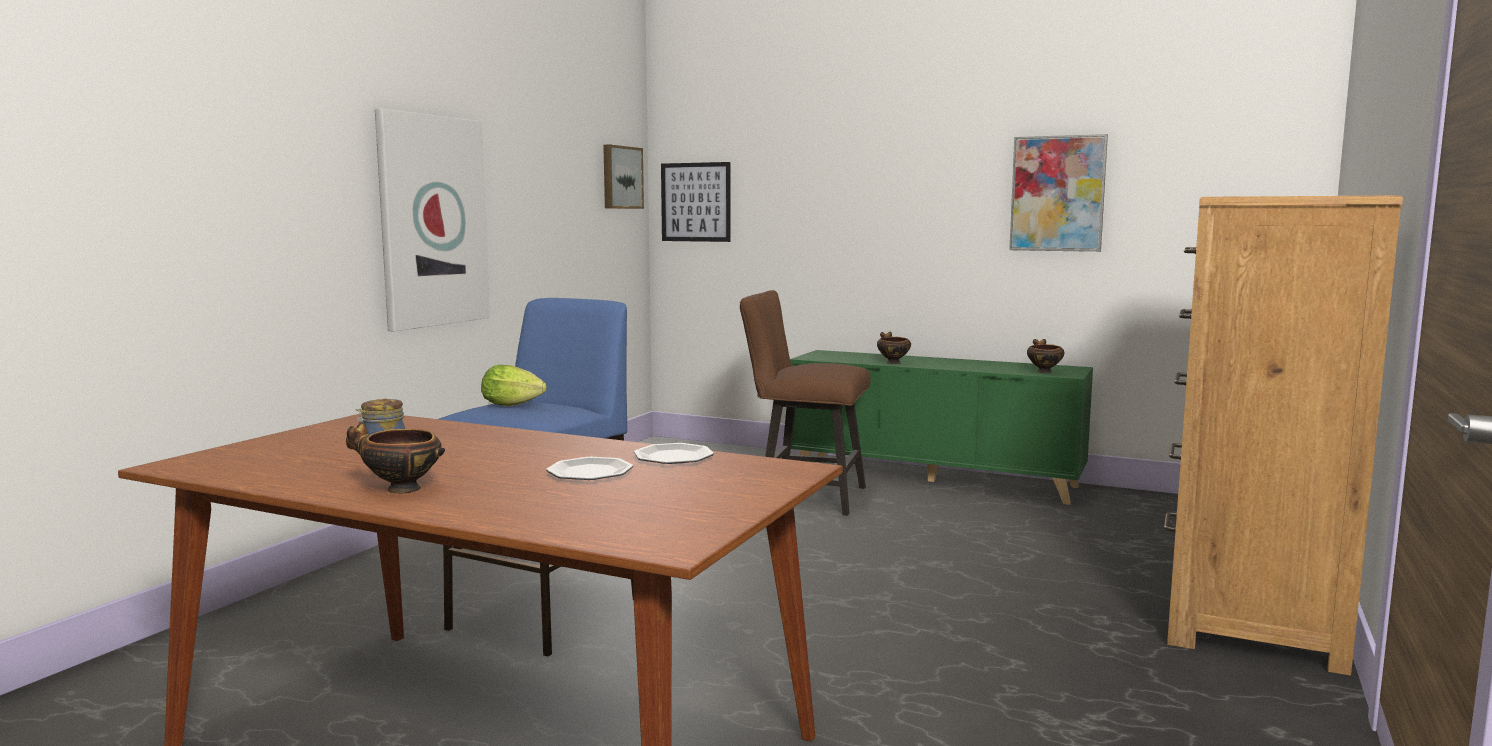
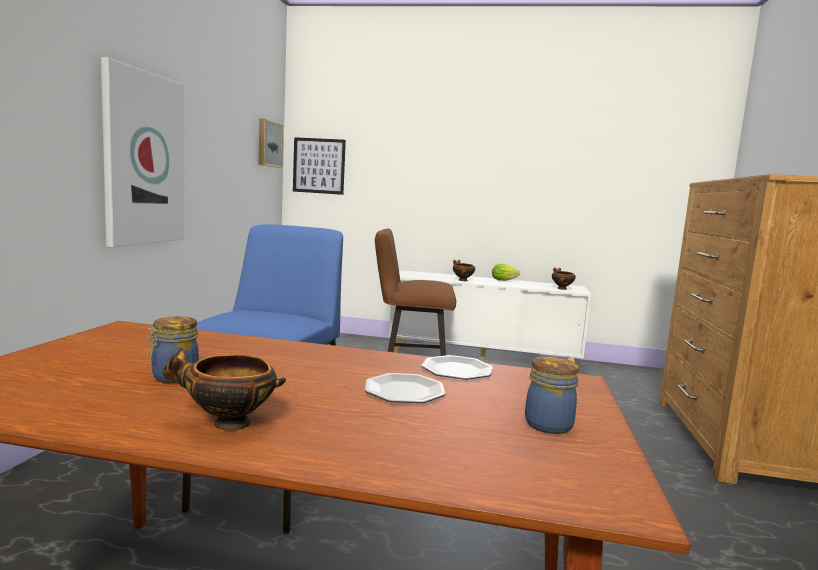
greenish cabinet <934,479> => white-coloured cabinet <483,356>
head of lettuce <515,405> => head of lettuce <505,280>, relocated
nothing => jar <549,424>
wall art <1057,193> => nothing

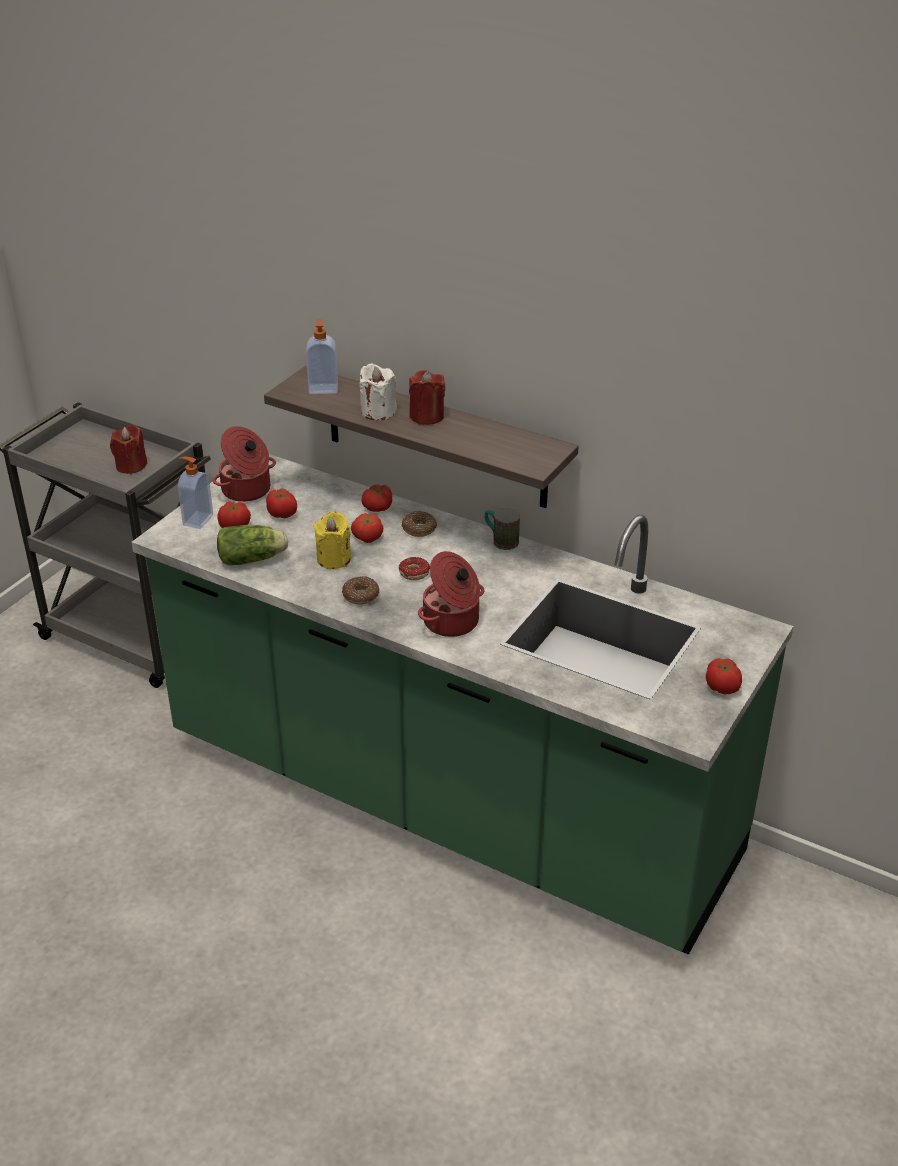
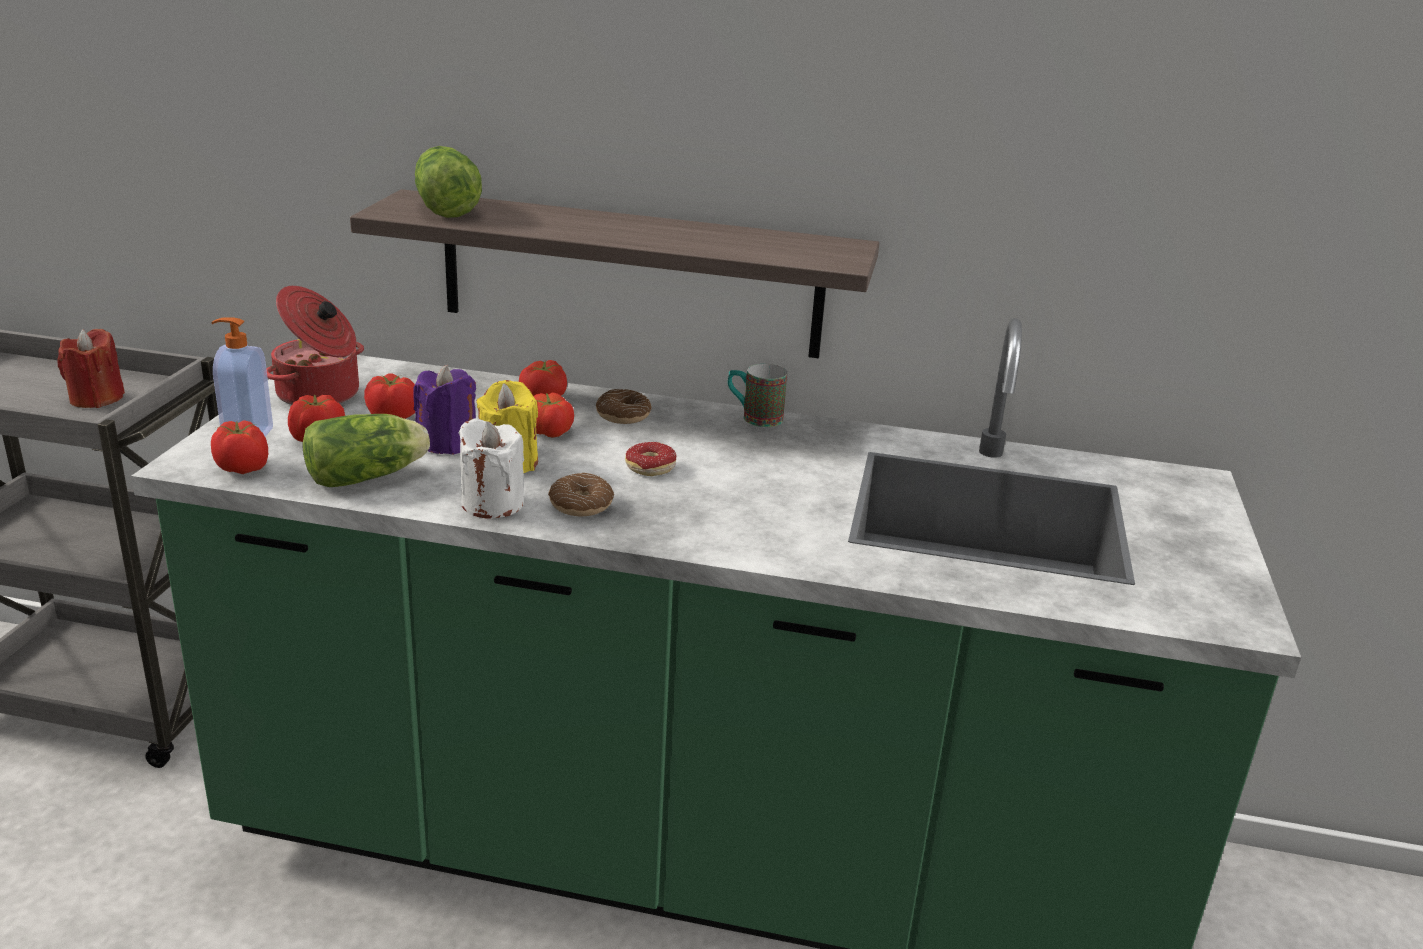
whole tomato <722,687> => whole tomato <243,468>, relocated
nothing => purple-coloured candle <447,443>
soap bottle <323,388> => head of lettuce <446,207>
white-coloured candle <378,412> => white-coloured candle <492,503>, relocated
red candle <426,416> => nothing
saucepot <452,622> => nothing

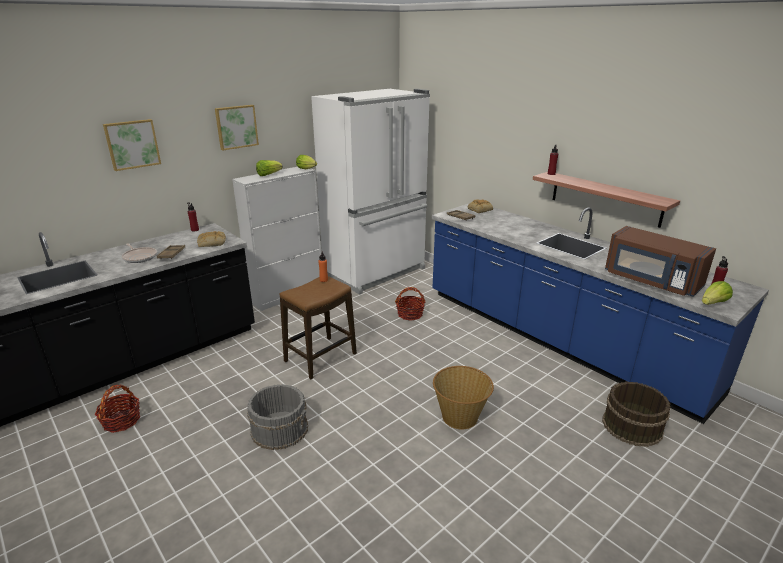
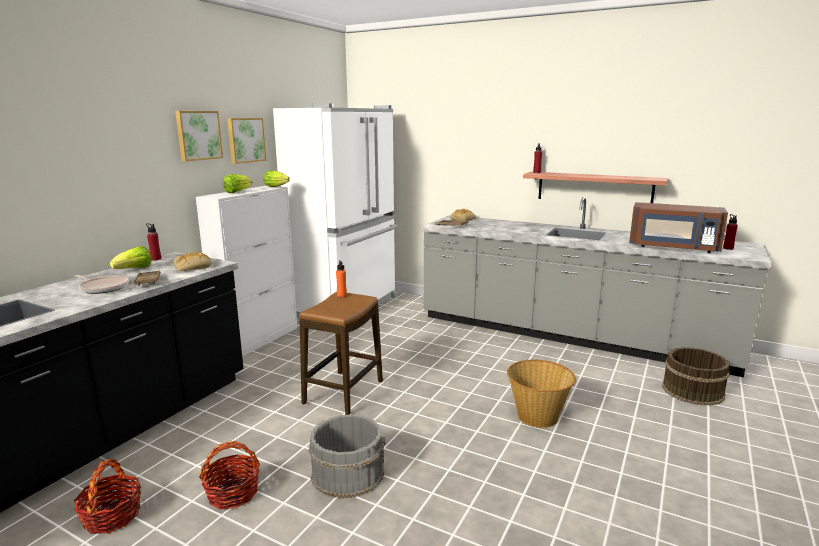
head of lettuce <713,303> => head of lettuce <134,269>, relocated
household basket <410,314> => household basket <233,493>, relocated
wall art <132,144> => wall art <245,140>, relocated
blue counter <556,339> => grey counter <569,335>

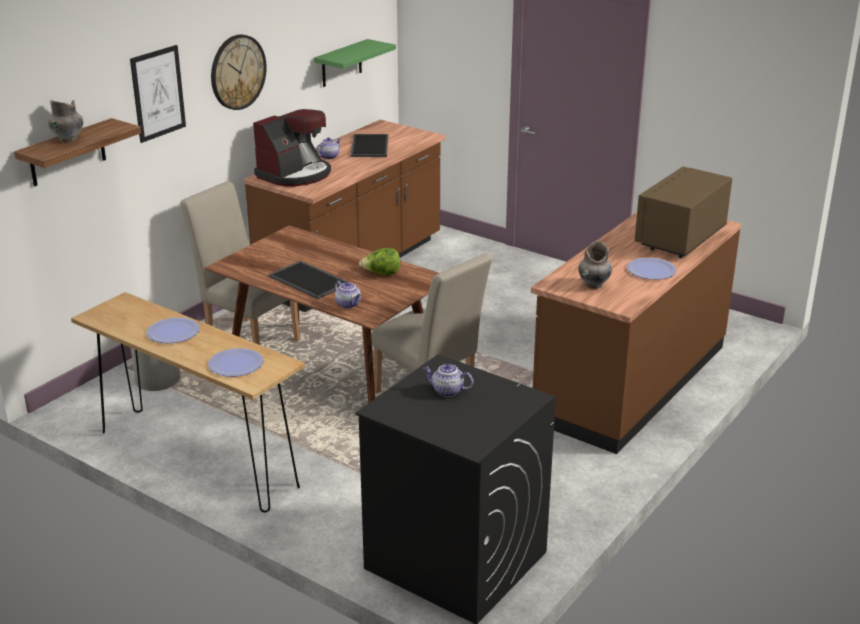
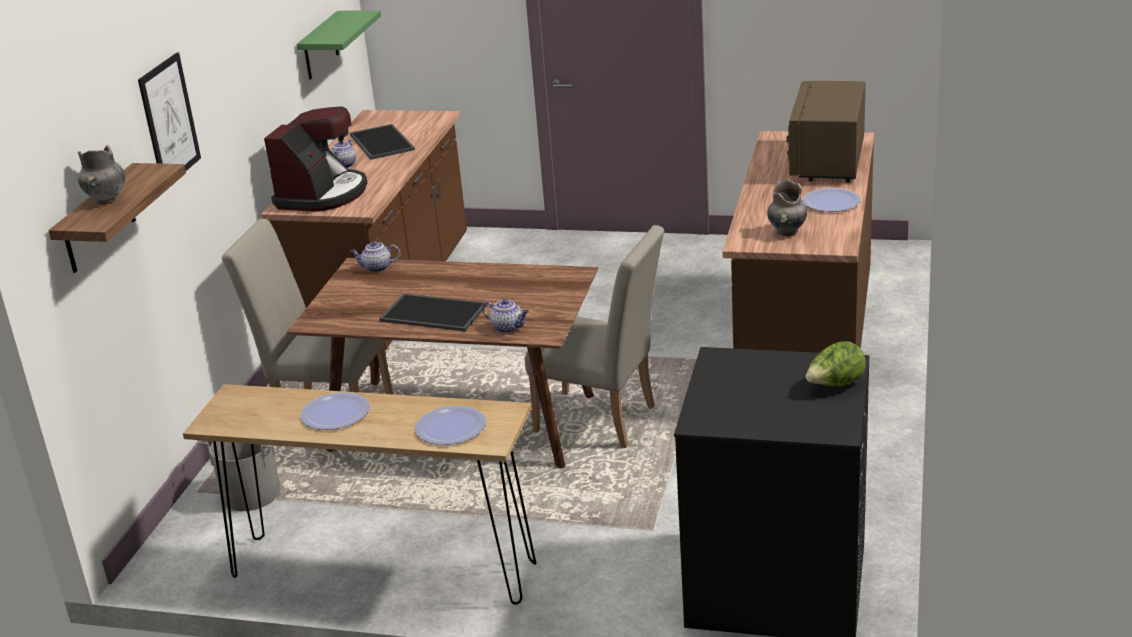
pot for tea <447,391> => pot for tea <377,268>, relocated
head of lettuce <381,274> => head of lettuce <835,385>, relocated
wall clock <237,72> => nothing

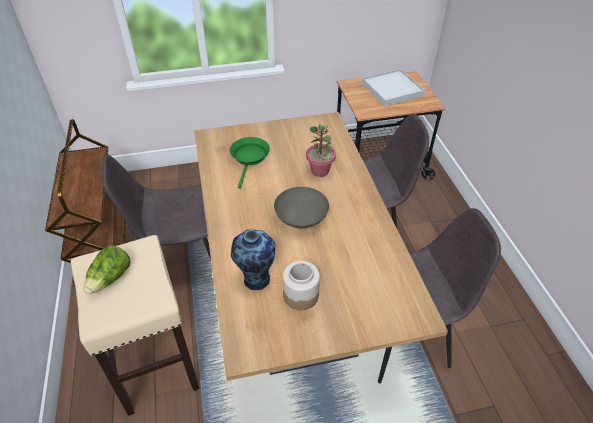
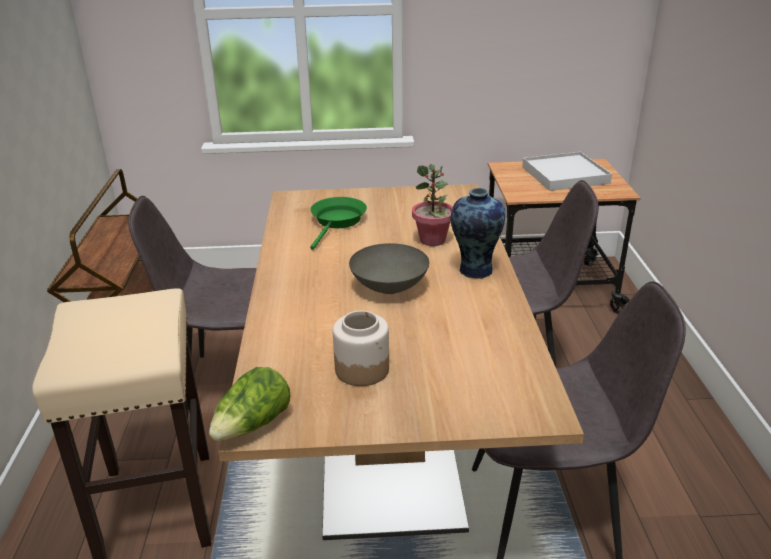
head of lettuce <111,278> => head of lettuce <253,425>, relocated
flower vase <255,280> => flower vase <474,270>, relocated

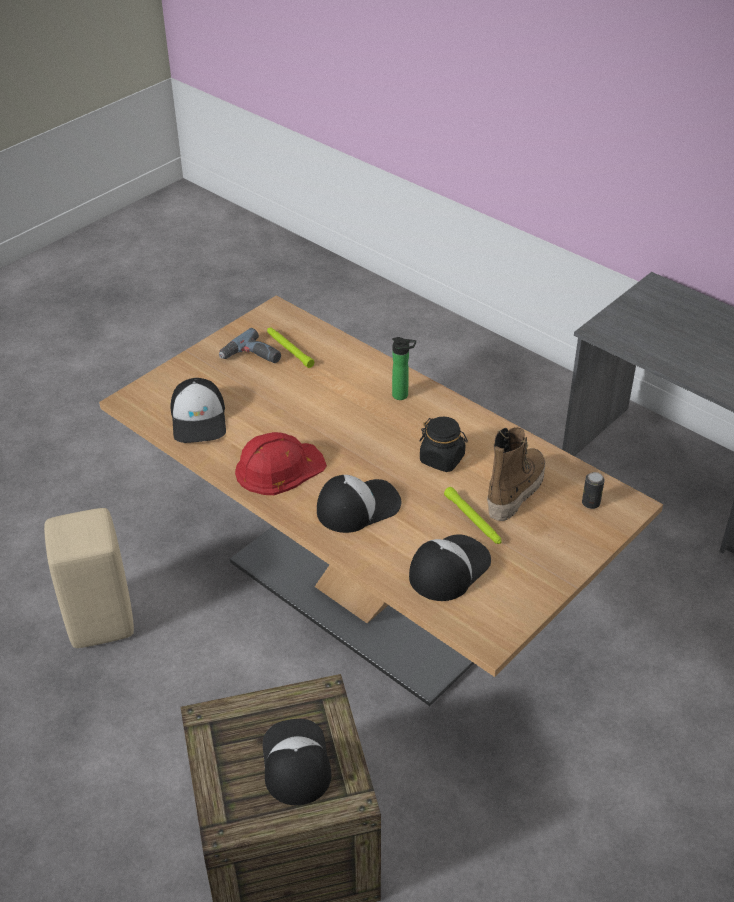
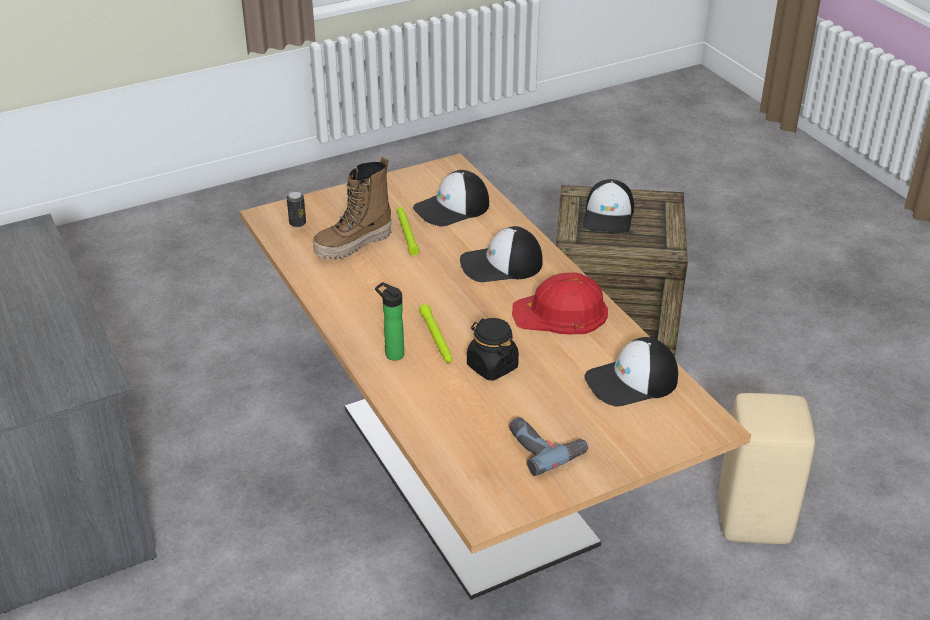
greenish torch <289,349> => greenish torch <436,339>, relocated
black-coloured jar <442,459> => black-coloured jar <492,366>, relocated
cap <199,419> => cap <631,382>, 120 degrees counterclockwise

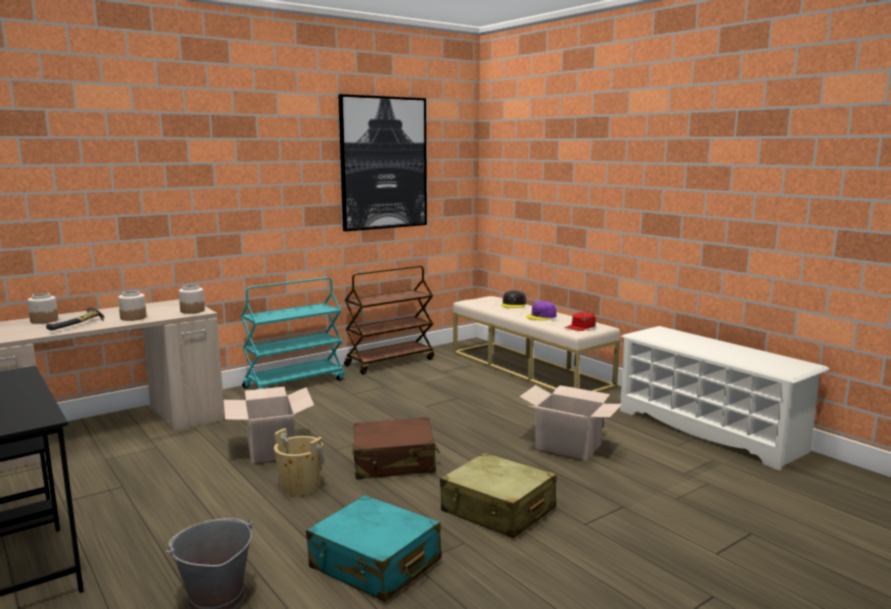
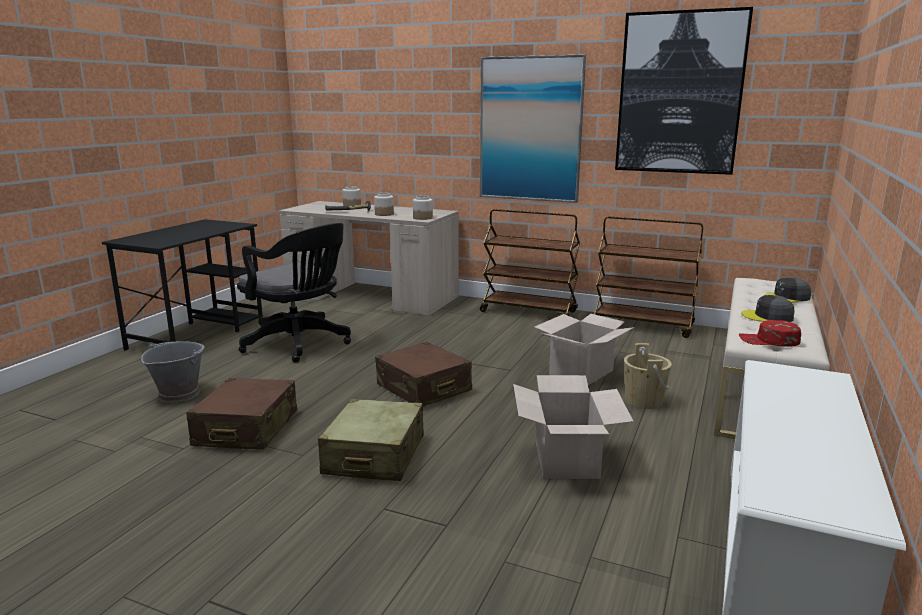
turquoise piece of luggage <375,564> => brown piece of luggage <246,429>
nothing => black-coloured desk chair <300,344>
nothing => wall art <530,129>
turquoise trolley <295,383> => brown trolley <529,312>
cardboard box <271,449> => cardboard box <581,373>, relocated
beige bucket <300,487> => beige bucket <643,401>, relocated
purple-coloured cap <541,316> => grey cap <768,316>

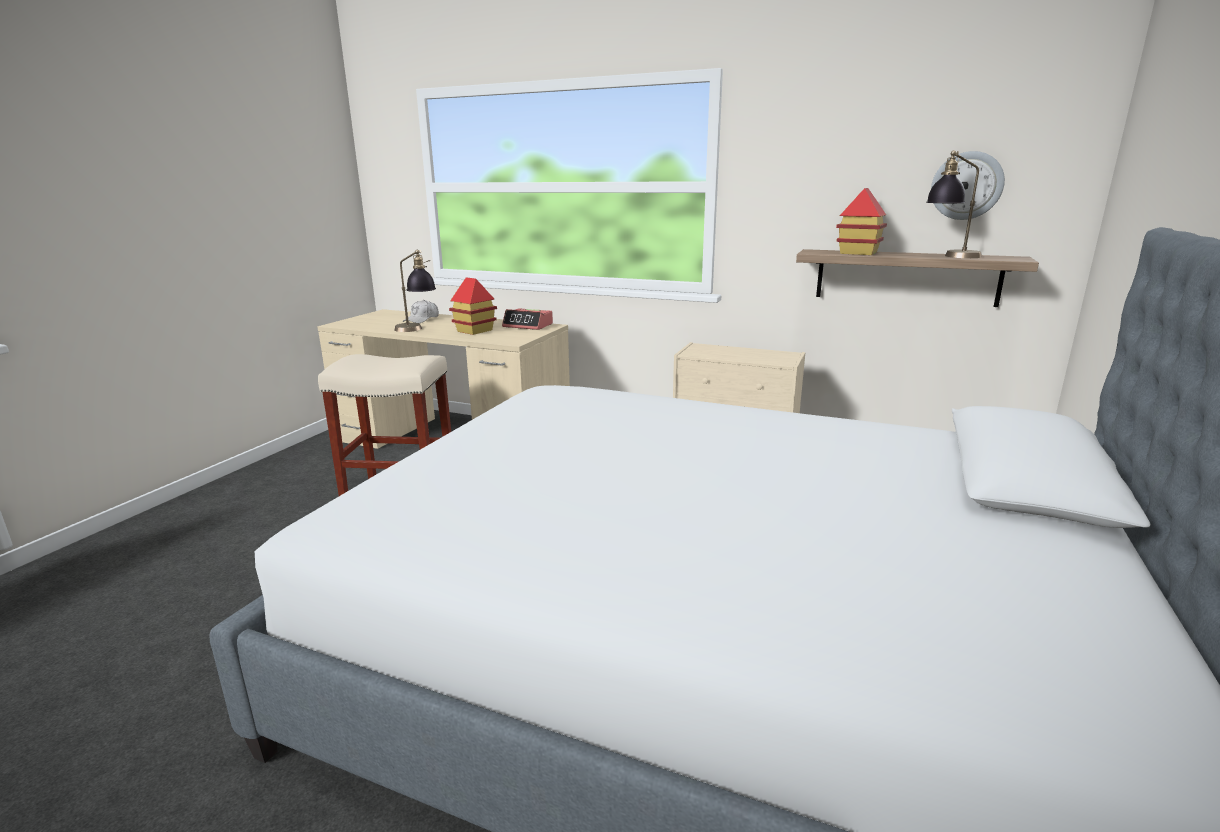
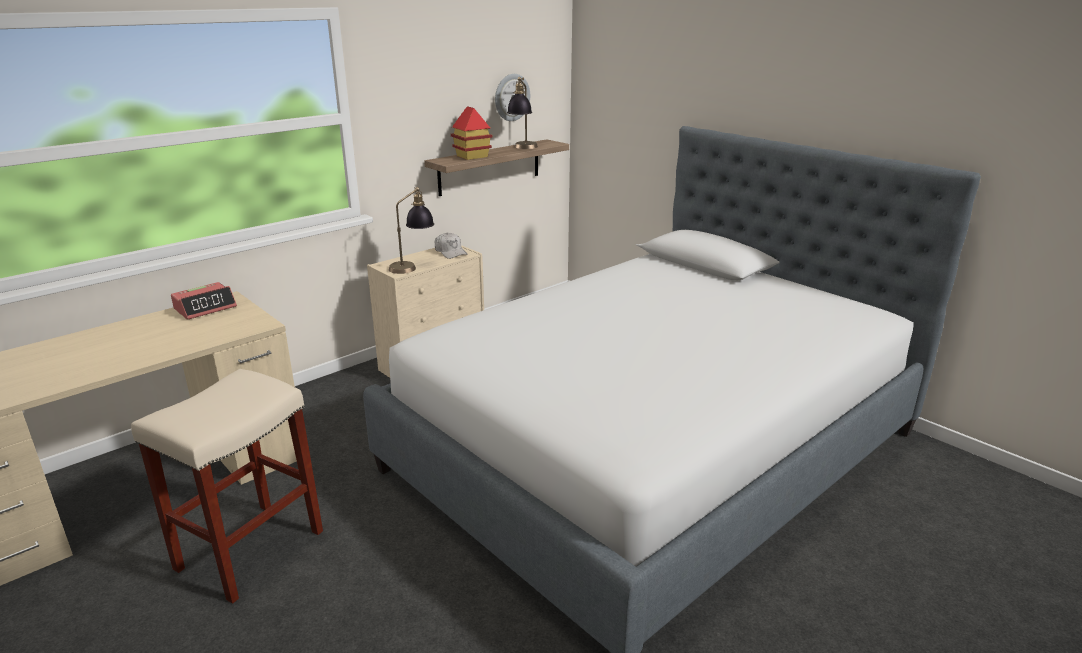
lamp for a table <417,330> => lamp for a table <413,266>, relocated
white-coloured cap <422,319> => white-coloured cap <450,252>, relocated
model house <474,331> => nothing

